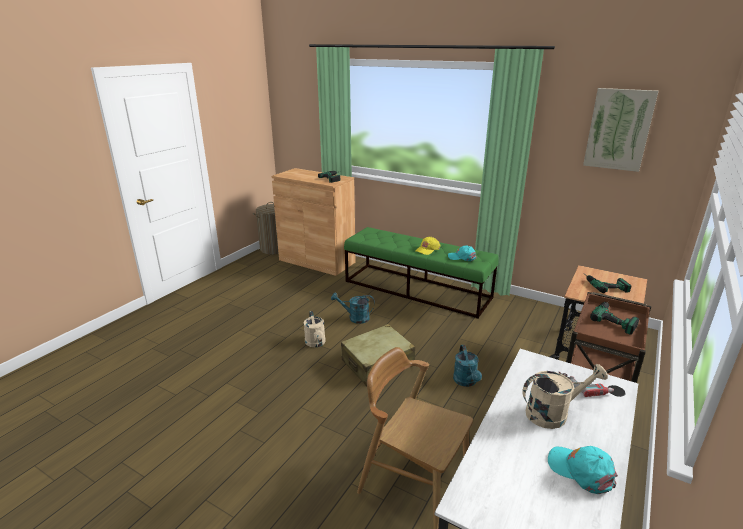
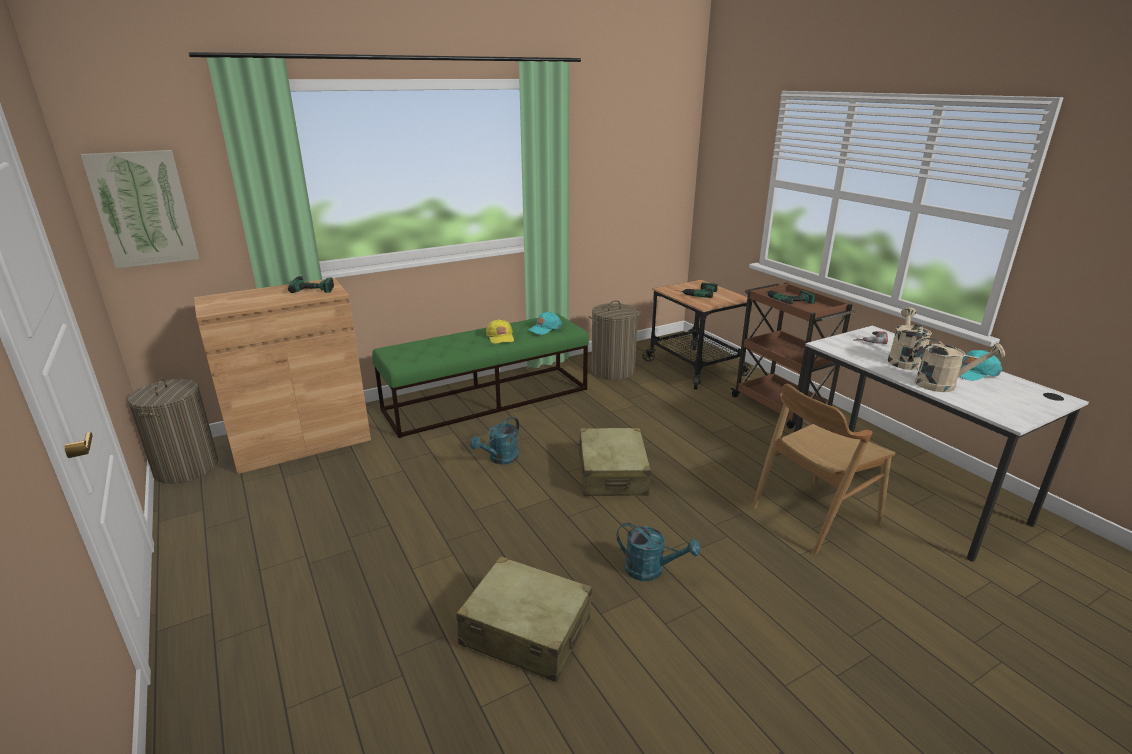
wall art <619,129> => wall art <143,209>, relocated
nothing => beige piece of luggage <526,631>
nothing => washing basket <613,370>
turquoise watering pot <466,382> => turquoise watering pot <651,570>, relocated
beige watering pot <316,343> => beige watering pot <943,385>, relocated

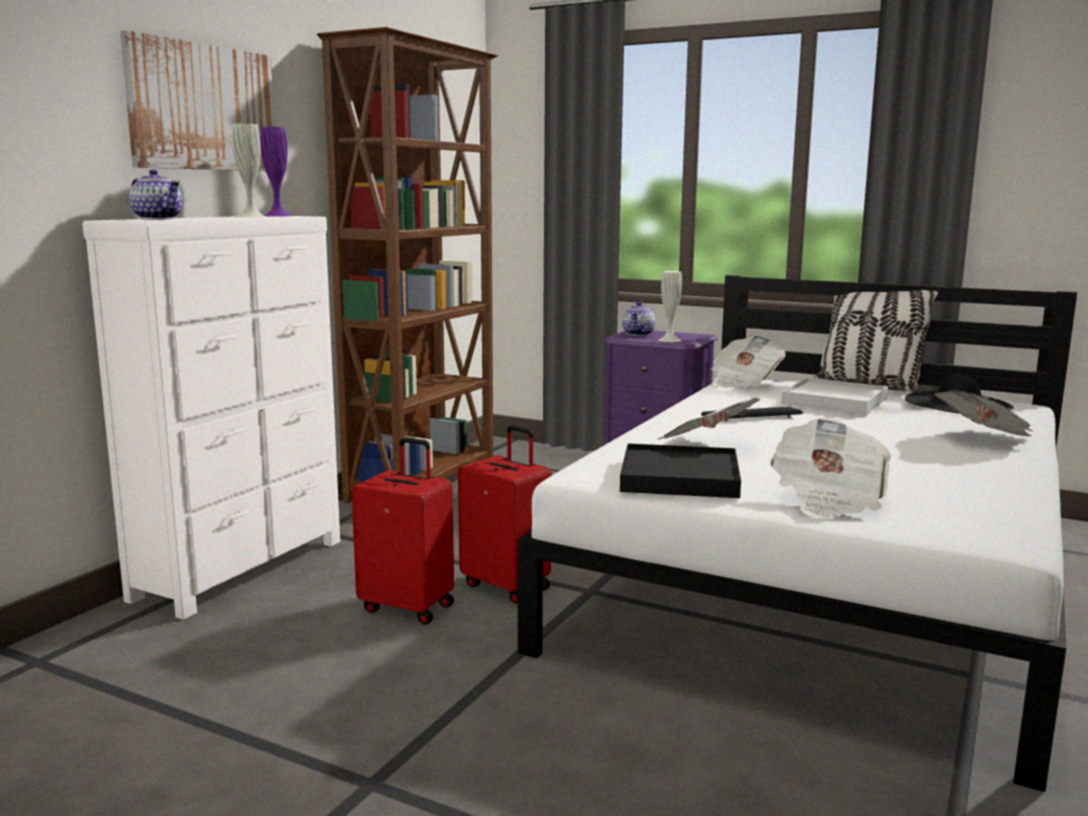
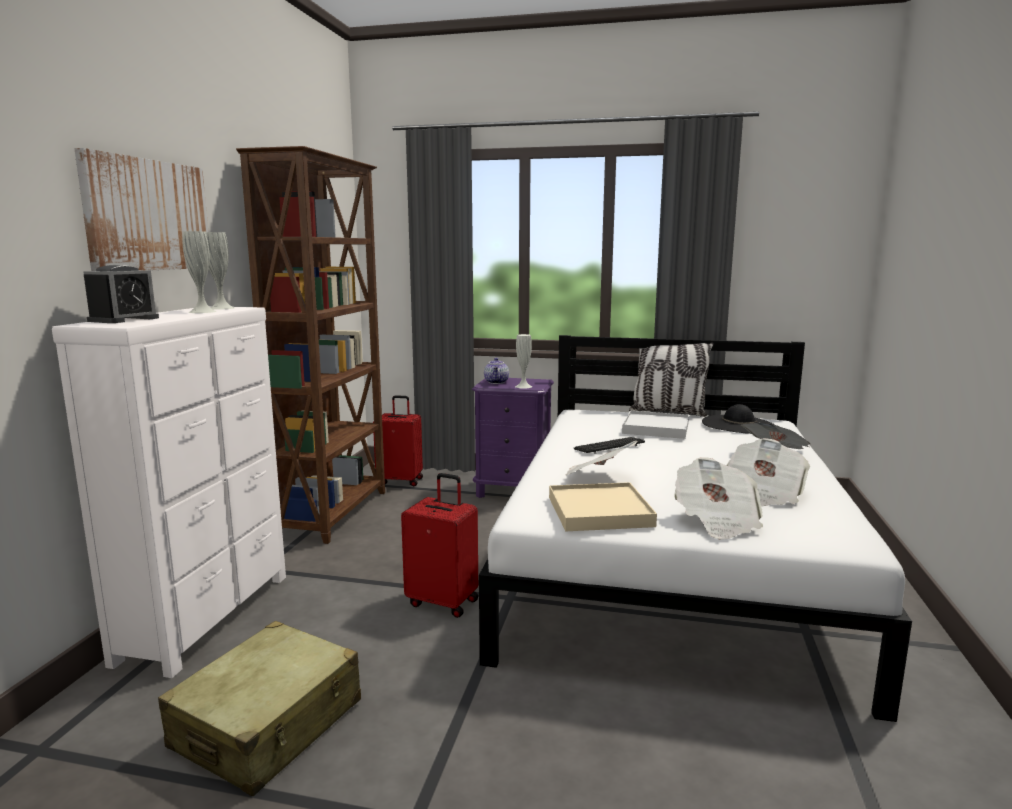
pot for tea <159,218> => alarm clock <124,319>
nothing => beige piece of luggage <269,725>
purple-coloured flower vase <278,216> => white-coloured flower vase <221,308>
red piece of luggage <408,607> => red piece of luggage <400,481>, relocated
black-coloured serving tray <680,477> => beige serving tray <600,511>
printed paper <743,382> => printed paper <764,494>, relocated

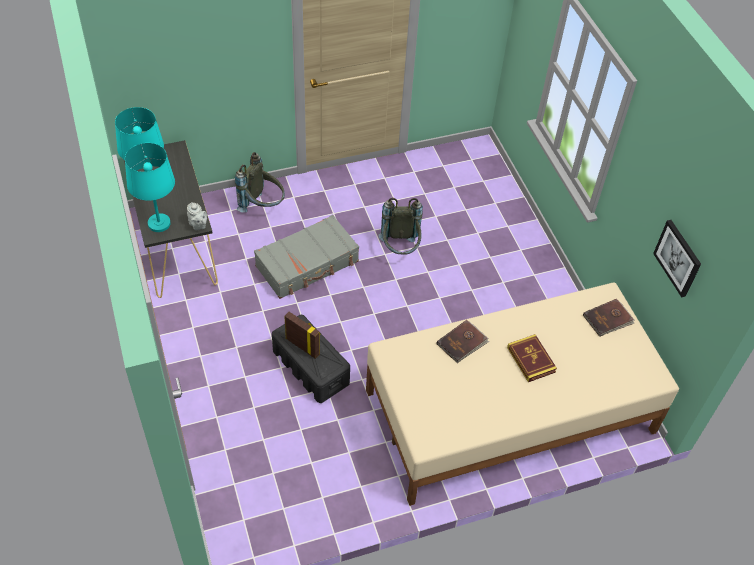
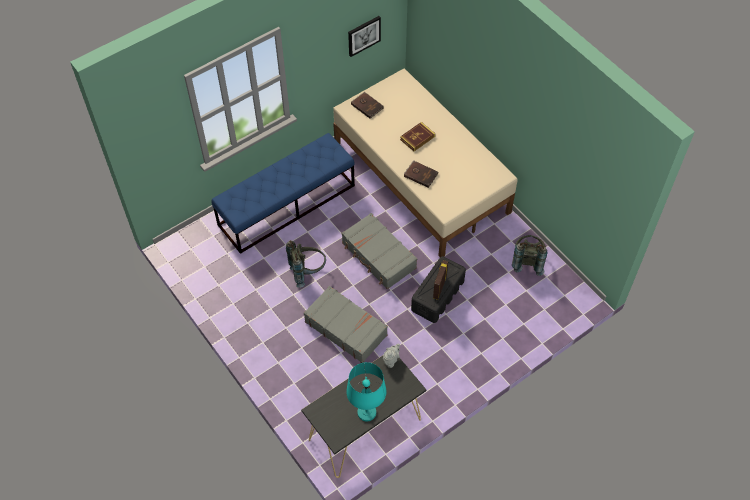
nothing => blue bench <287,205>
nothing => grey piece of luggage <378,256>
grey knapsack <262,206> => grey knapsack <527,261>, relocated
turquoise lamp for a table <159,223> => nothing

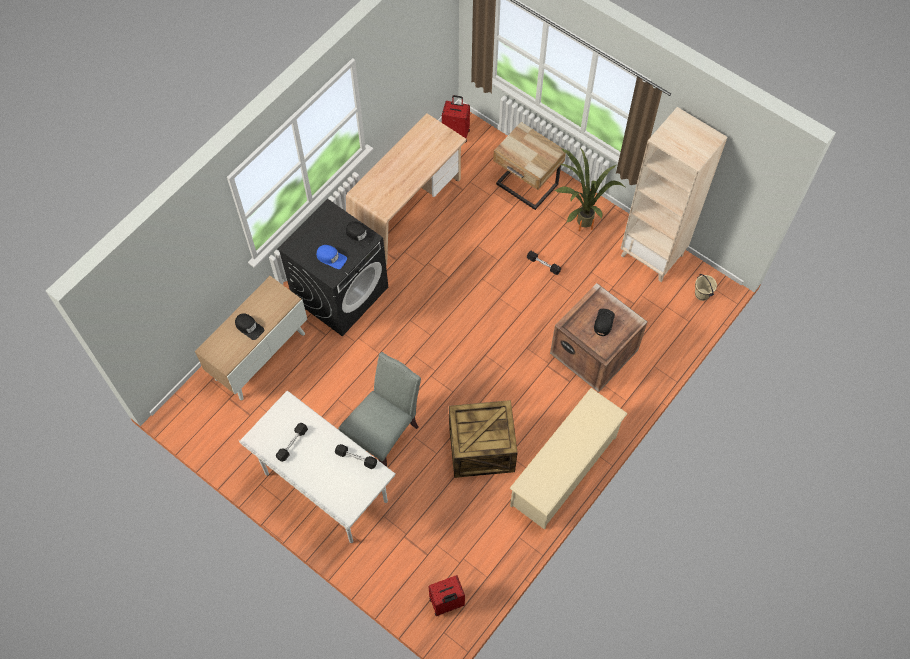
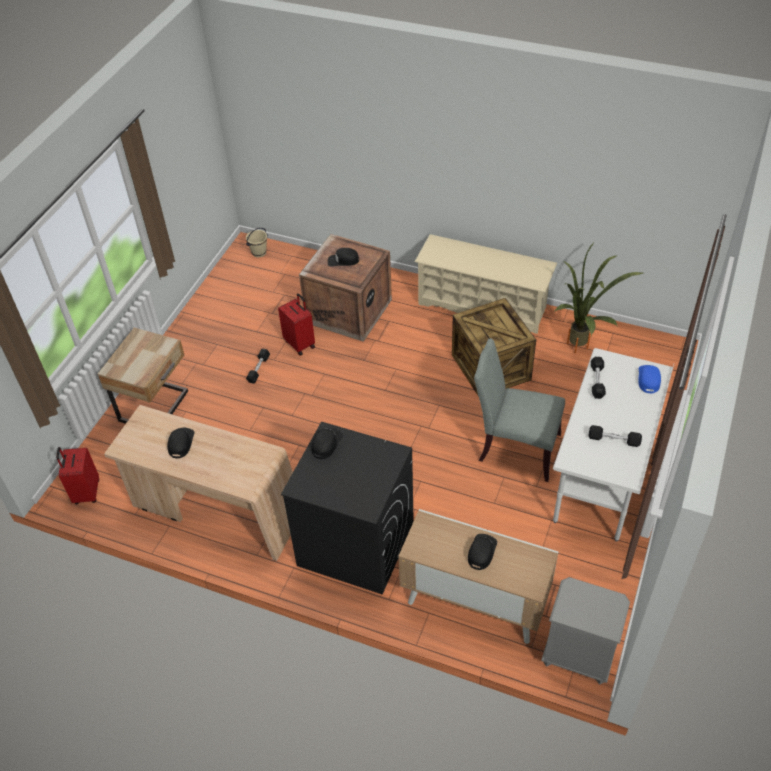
nothing => black-coloured cap <181,443>
red piece of luggage <446,603> => red piece of luggage <300,344>, relocated
nothing => grey night table <577,656>
potted plant <578,224> => potted plant <579,350>, relocated
blue cap <331,258> => blue cap <648,379>, relocated
beige bookcase <652,255> => nothing

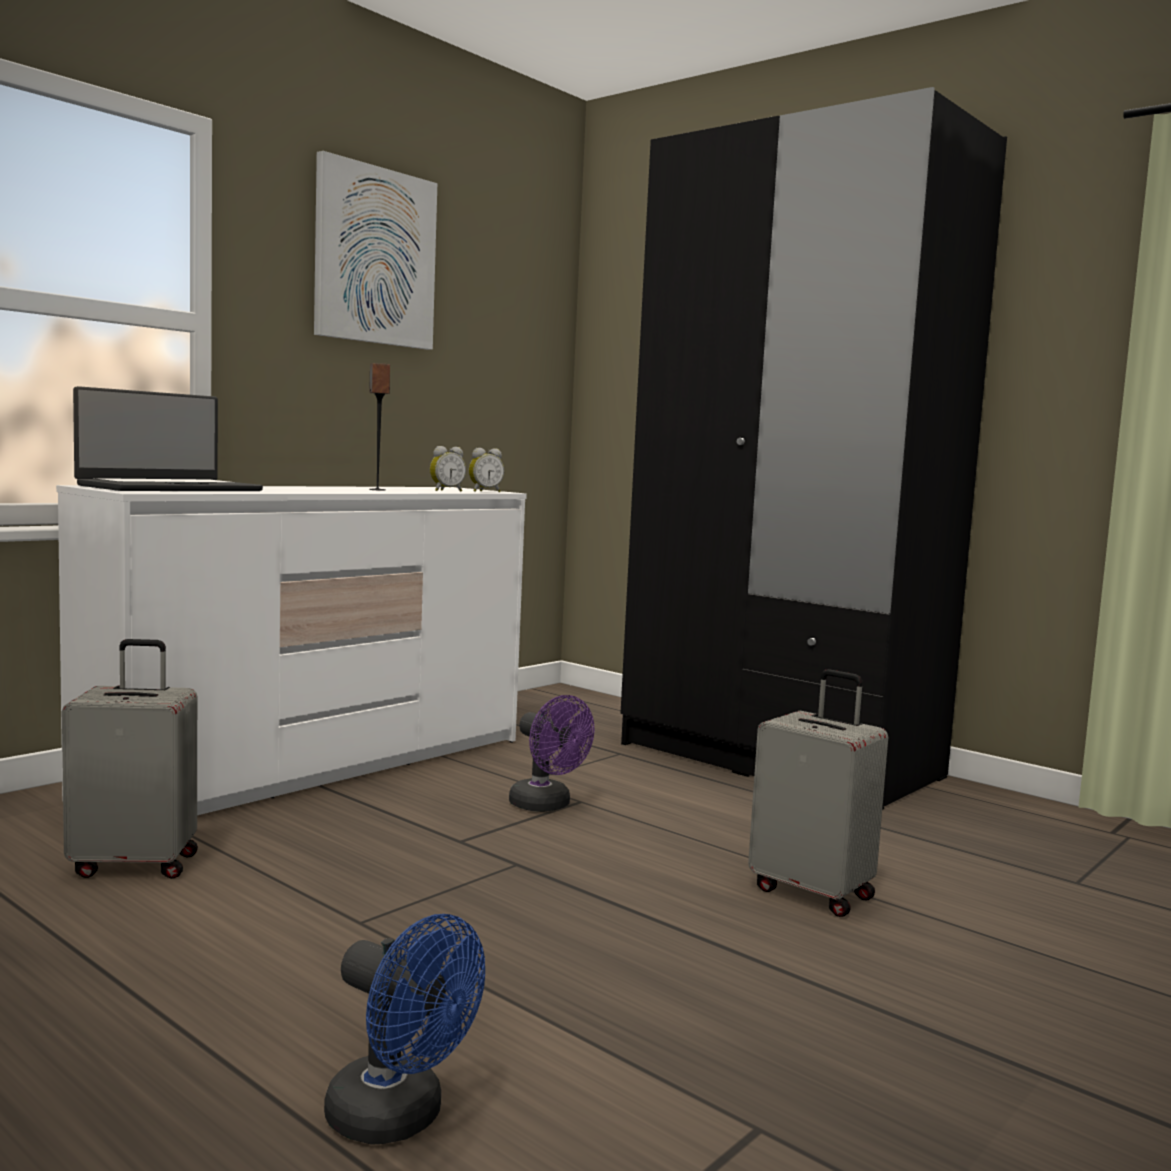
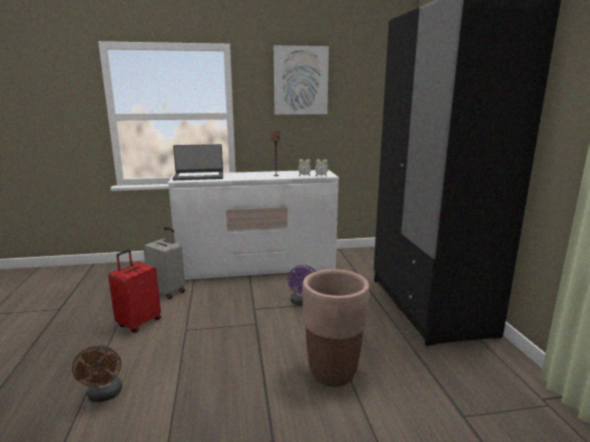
blue fan <399,1119> => brown fan <104,395>
nothing => red piece of luggage <139,323>
grey piece of luggage <813,892> => brown flower pot <333,372>

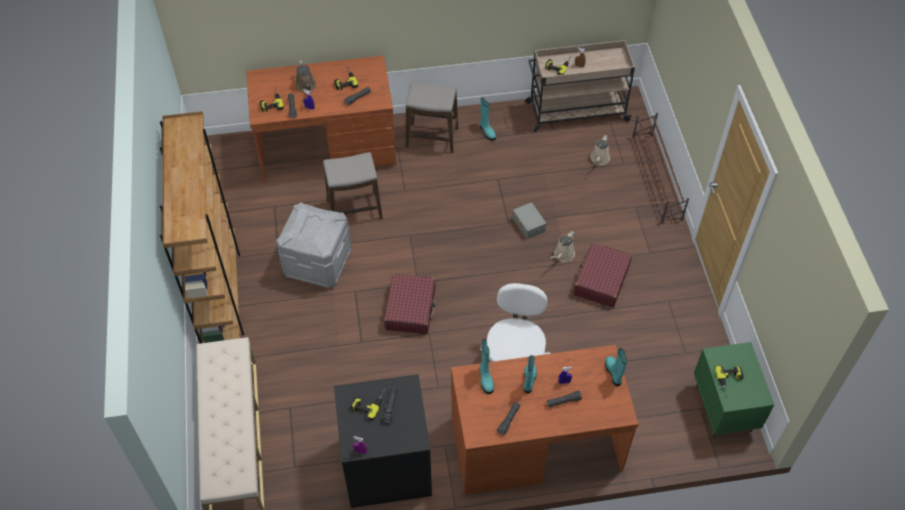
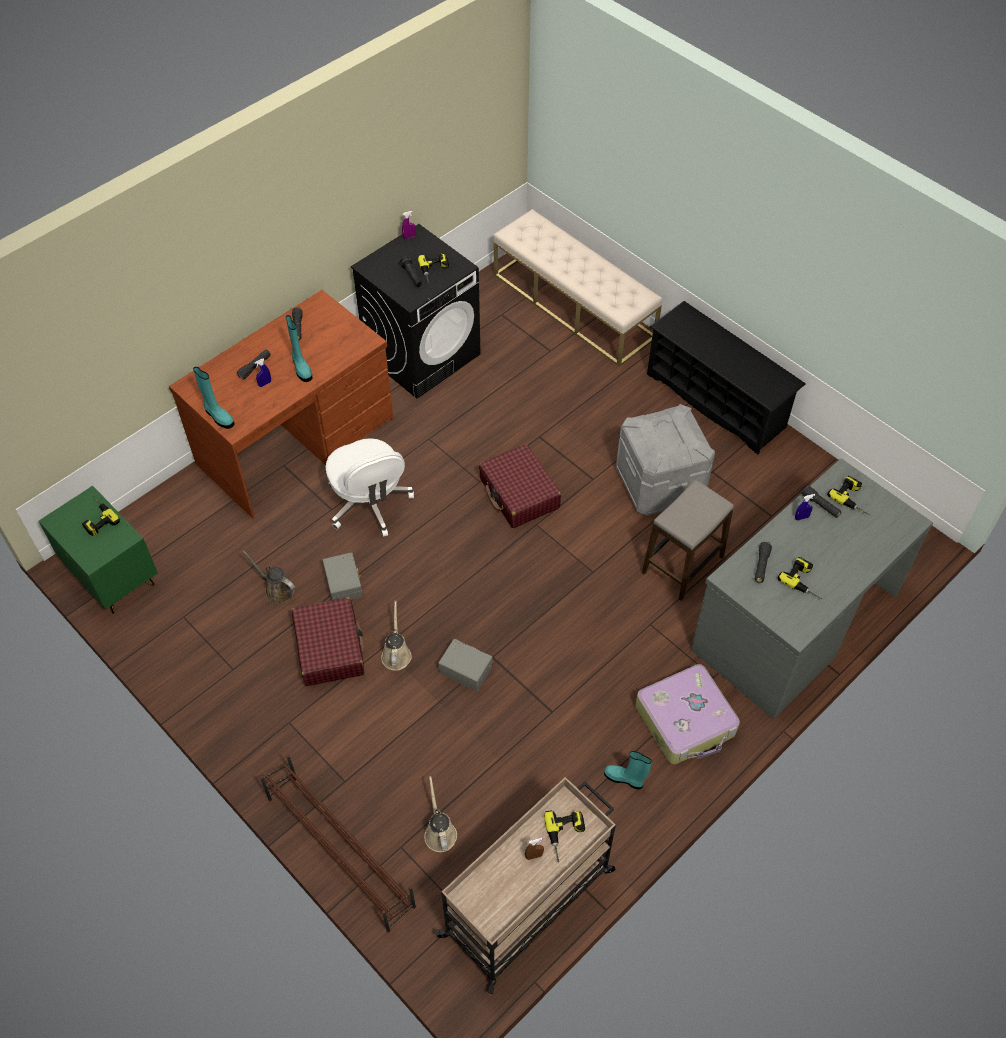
brown watering pot <306,86> => brown watering pot <277,589>, relocated
nothing => grey storage box <344,582>
stool seat <432,138> => piece of luggage <686,721>
brown bookcase <221,296> => black-coloured shoe stand <716,401>
brown desk table <328,149> => grey desk table <793,622>
turquoise boot <485,378> => nothing

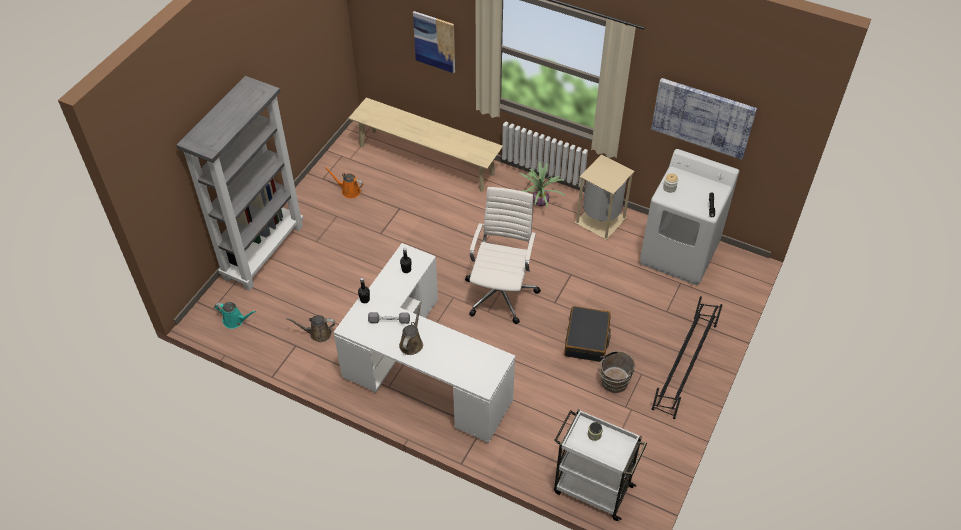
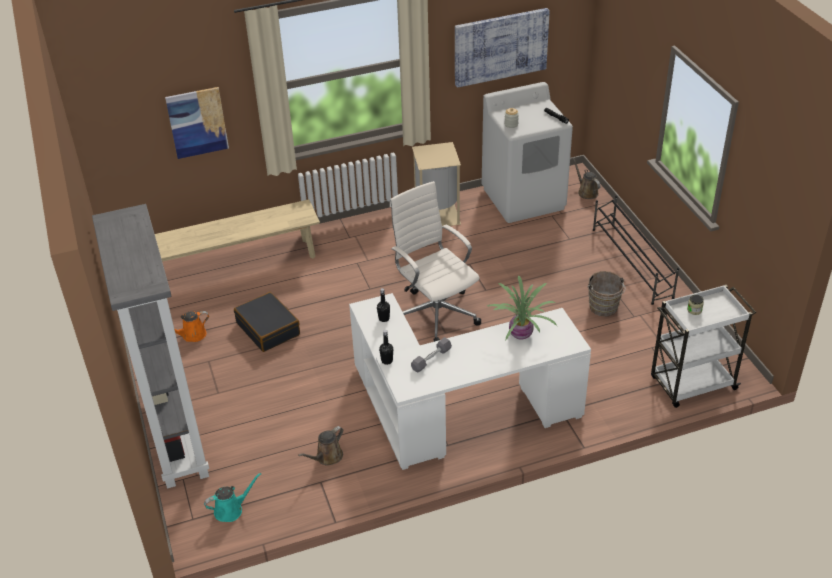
black-coloured piece of luggage <587,339> => black-coloured piece of luggage <268,329>, relocated
potted plant <539,202> => potted plant <519,335>, relocated
brown watering pot <412,343> => brown watering pot <586,192>, relocated

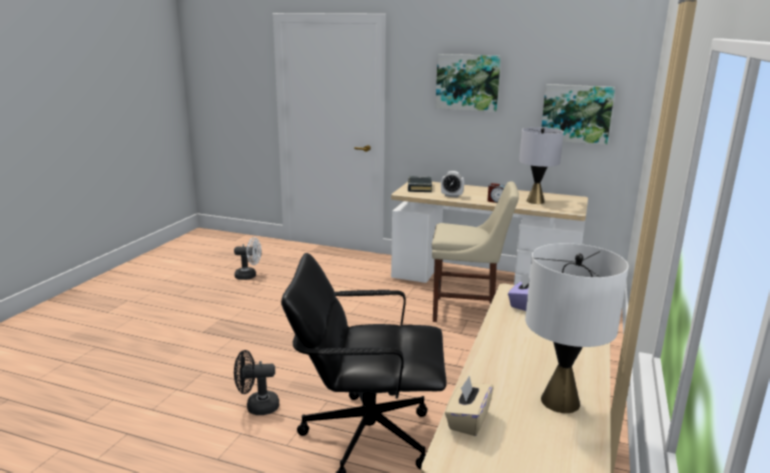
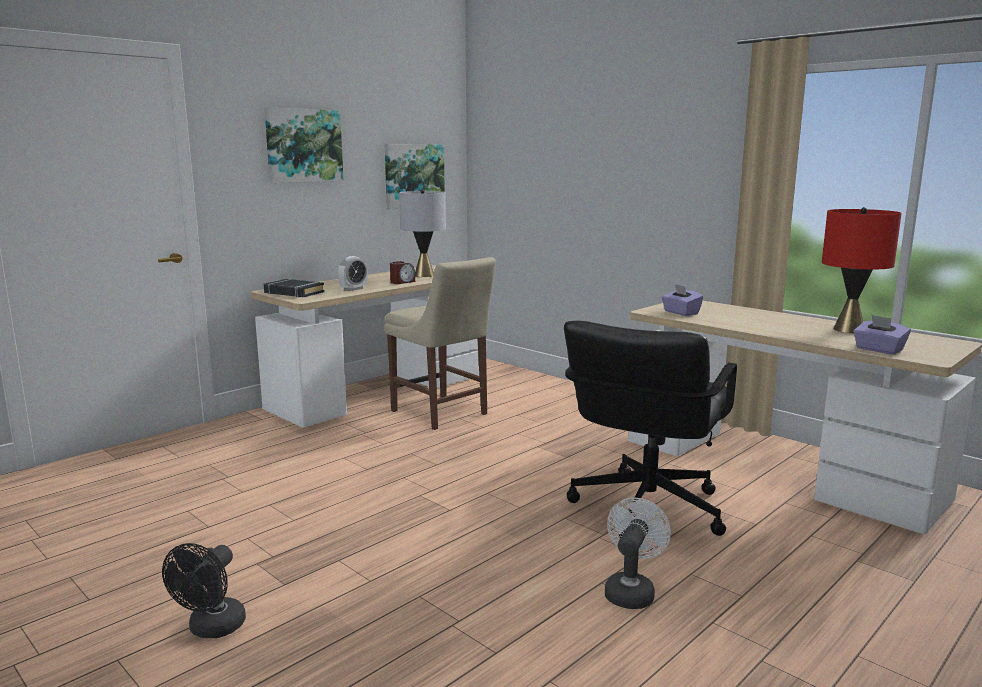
black-coloured fan <257,407> => black-coloured fan <212,629>, relocated
beige chair <468,312> => beige chair <441,414>, 105 degrees clockwise
white-coloured fan <249,276> => white-coloured fan <631,591>, relocated
white-coloured lamp for a table <559,401> => red lamp for a table <849,330>
beige tissue holder <467,420> => purple-coloured tissue holder <878,350>

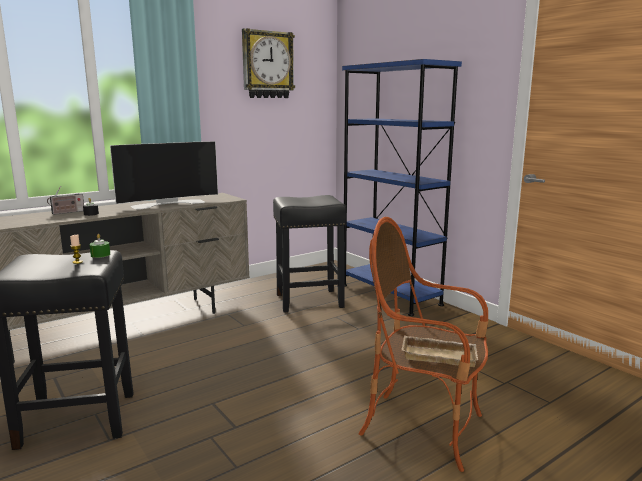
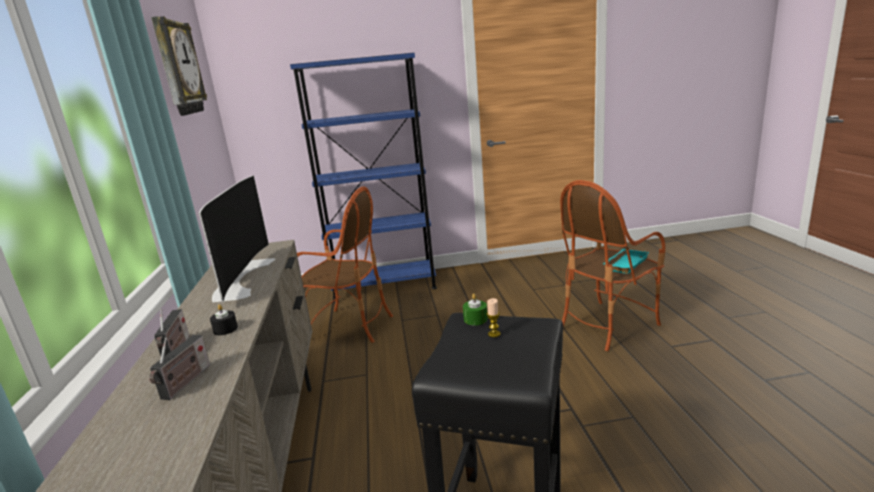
nothing => radio set <185,383>
black-coloured stool seat <308,301> => lounge chair <349,327>
beige serving tray <439,355> => turquoise serving tray <624,264>

